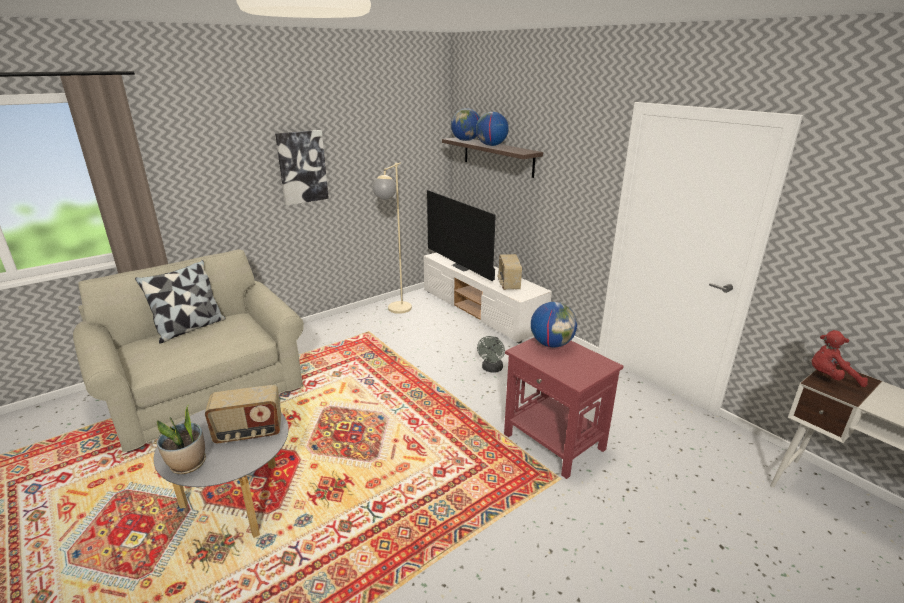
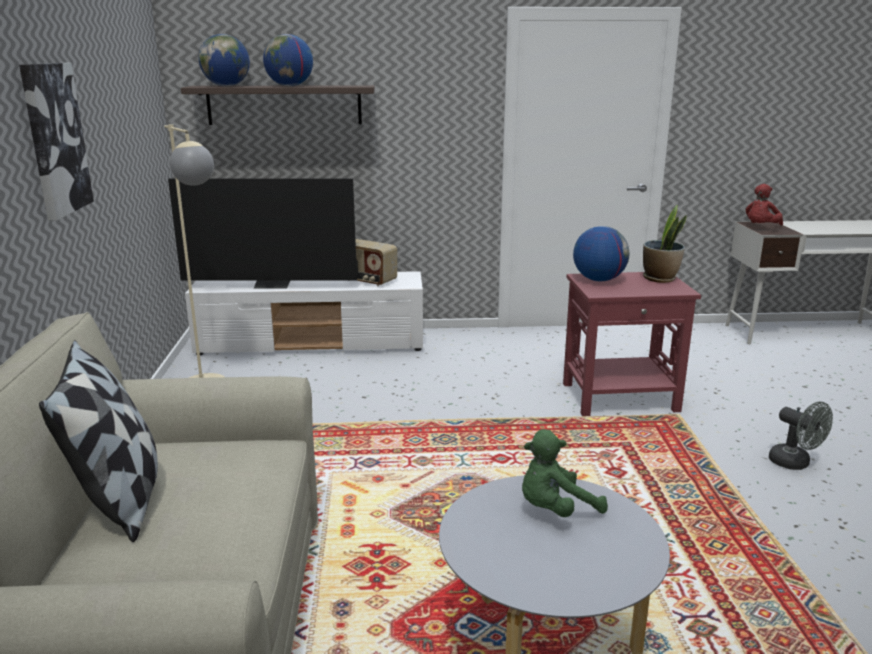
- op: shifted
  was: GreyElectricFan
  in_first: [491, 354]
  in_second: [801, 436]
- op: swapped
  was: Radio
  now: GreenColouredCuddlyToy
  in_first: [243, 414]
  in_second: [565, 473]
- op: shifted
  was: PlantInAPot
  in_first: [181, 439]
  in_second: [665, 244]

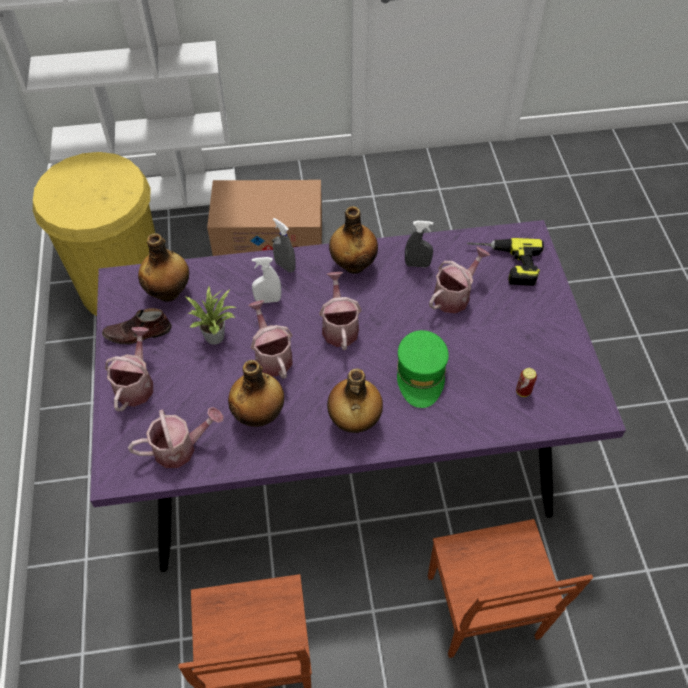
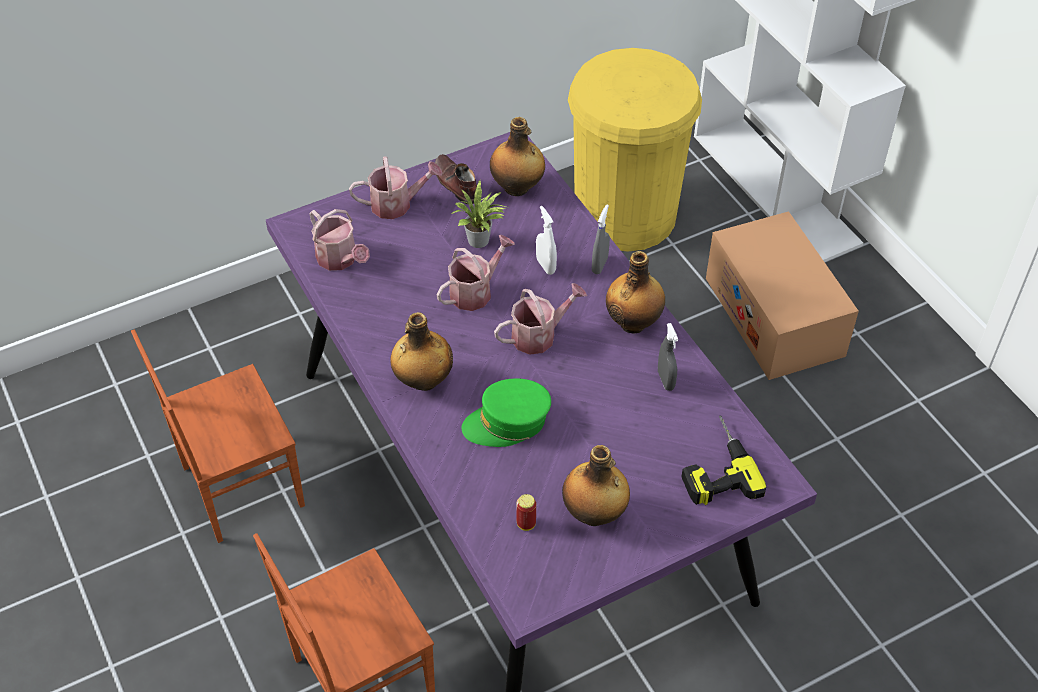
- op: gone
  was: SprinklingCan
  in_first: [459, 280]
- op: shifted
  was: Bottle
  in_first: [256, 393]
  in_second: [596, 485]

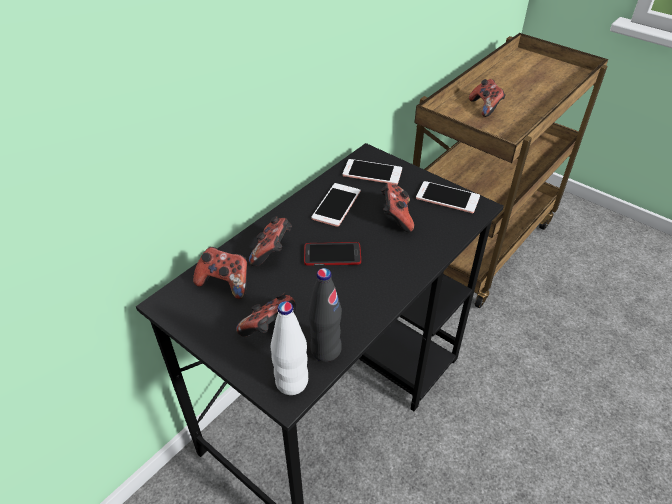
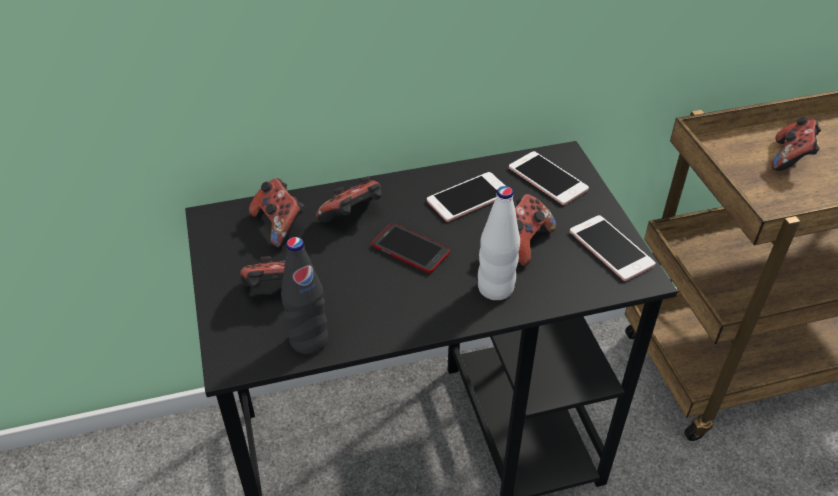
- op: shifted
  was: WhiteBottle
  in_first: [289, 348]
  in_second: [499, 243]

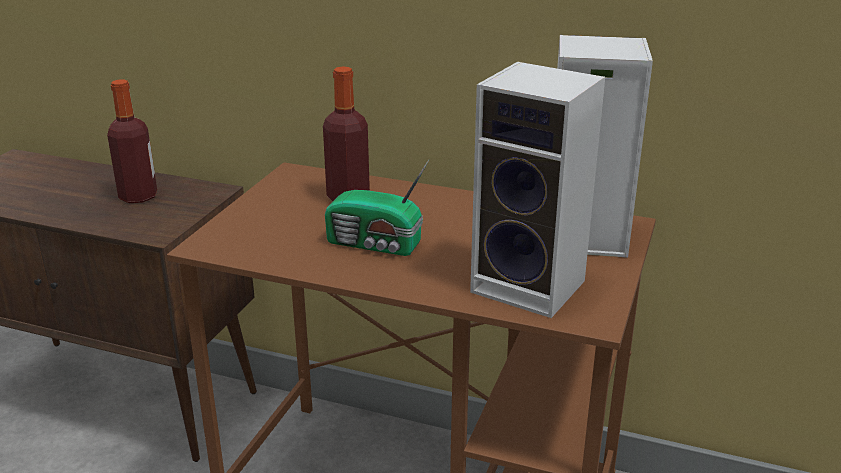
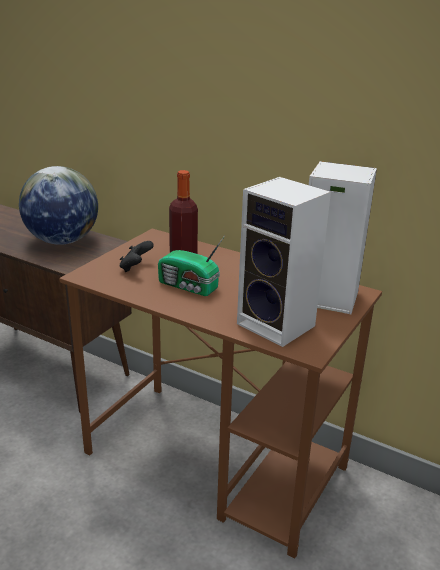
- op: swapped
  was: Bottle
  now: WorldGlobe
  in_first: [132, 141]
  in_second: [58, 205]
- op: new
  now: BlackColouredGameController
  in_second: [137, 256]

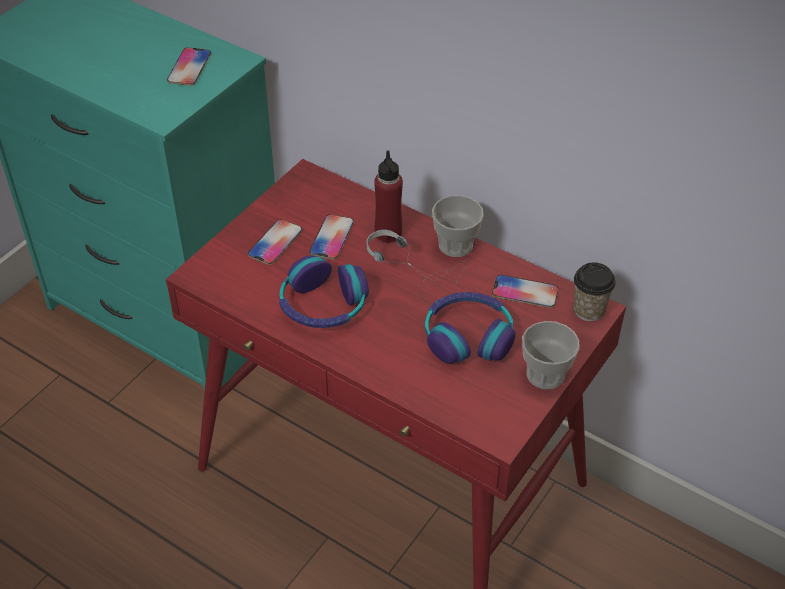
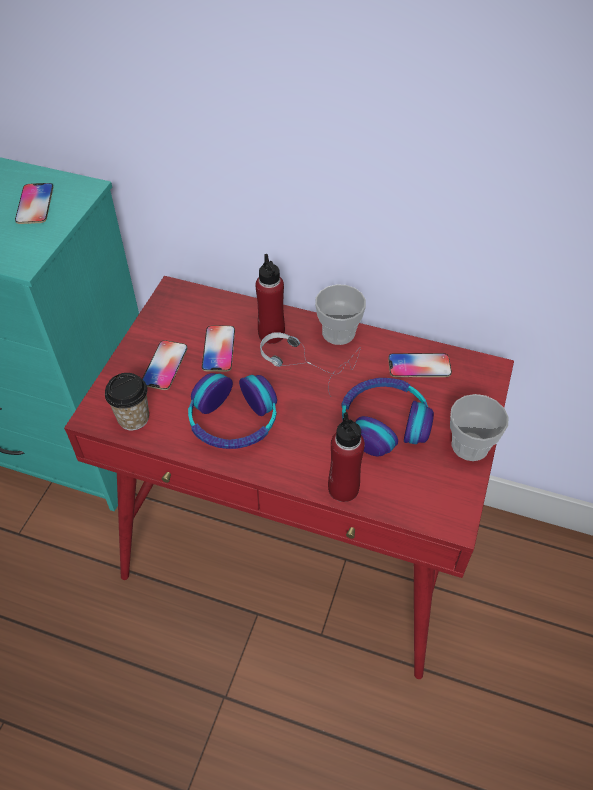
- op: shifted
  was: Cup
  in_first: [594, 291]
  in_second: [127, 401]
- op: new
  now: RedBottle
  in_second: [346, 457]

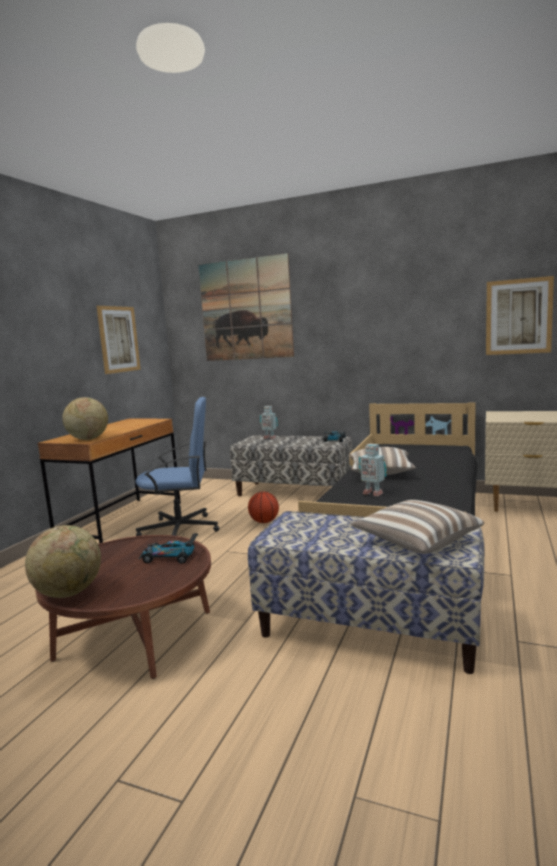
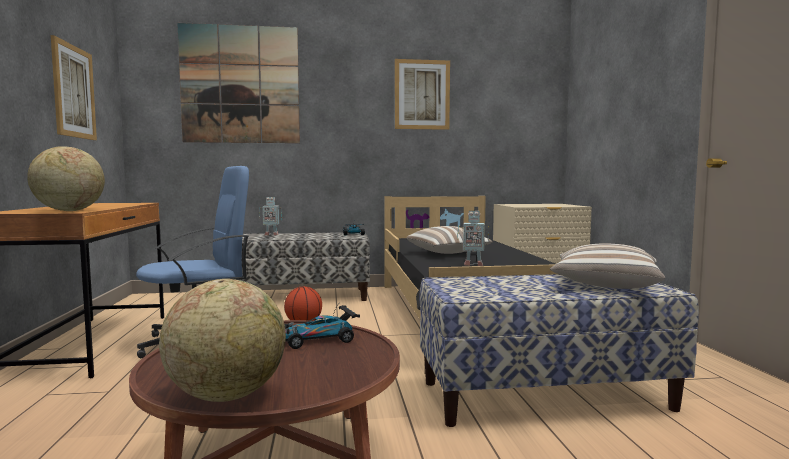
- op: shifted
  was: WallPicture
  in_first: [520, 315]
  in_second: [422, 94]

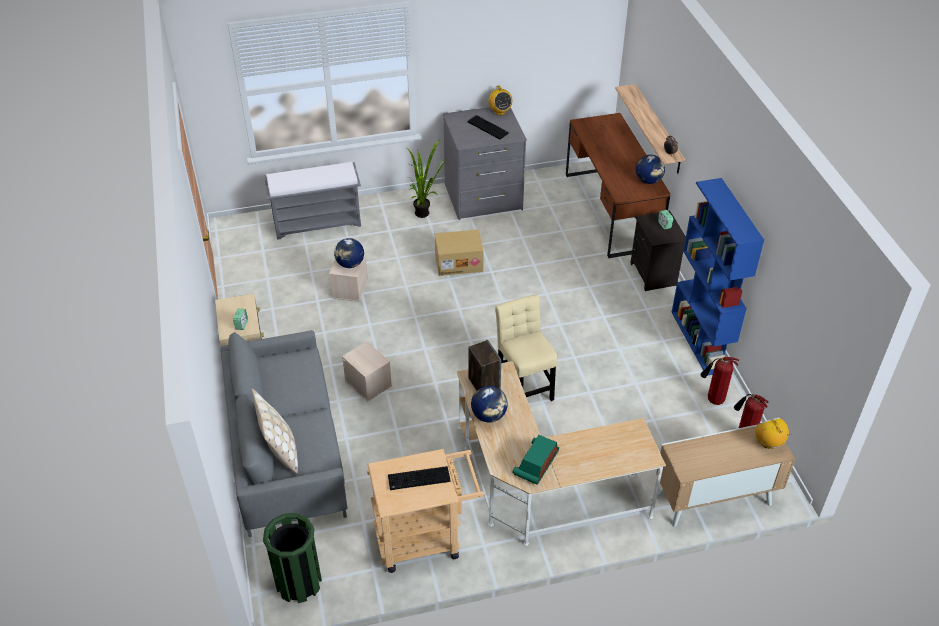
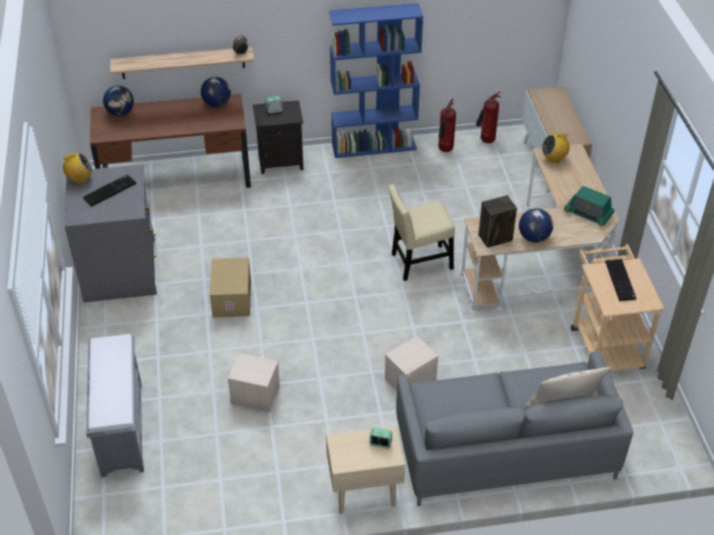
- op: gone
  was: PlantInAPot
  in_first: [426, 178]
- op: shifted
  was: WorldGlobe
  in_first: [349, 253]
  in_second: [118, 101]
- op: shifted
  was: Radio
  in_first: [774, 433]
  in_second: [556, 148]
- op: gone
  was: GreenColouredWasteBin
  in_first: [292, 558]

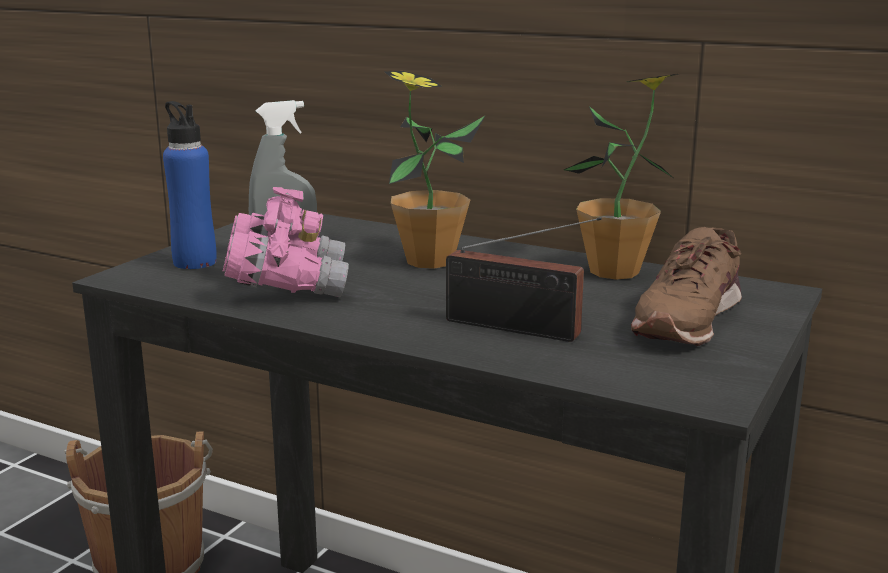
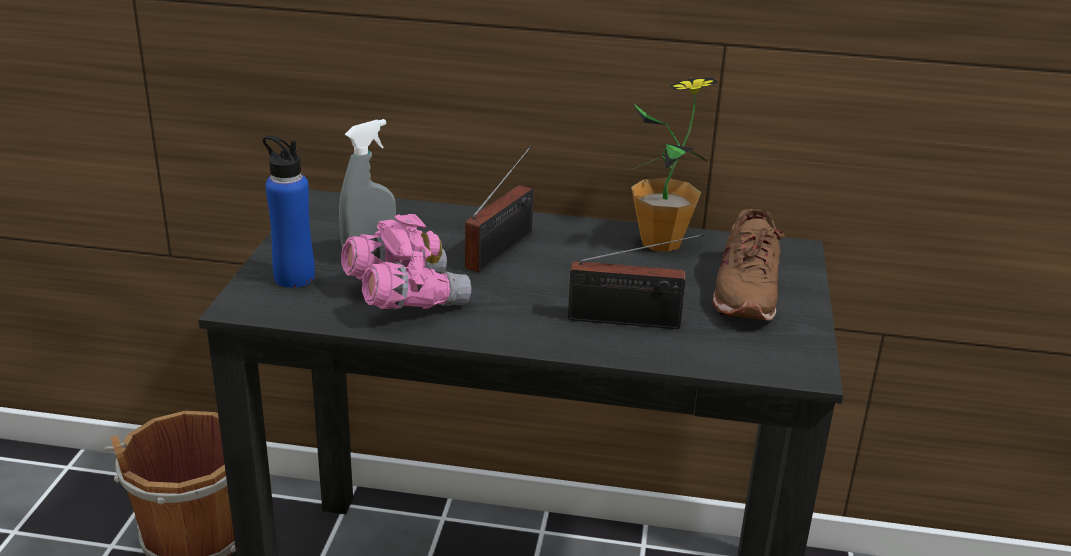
- op: swapped
  was: PlantInAPot
  now: Radio
  in_first: [435, 170]
  in_second: [499, 209]

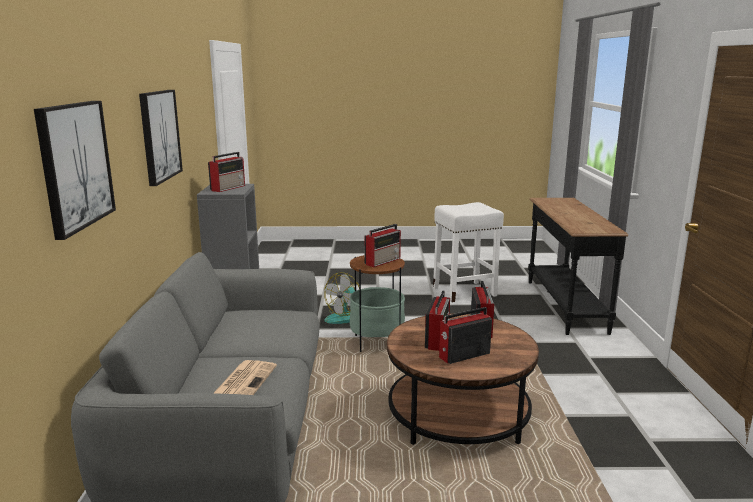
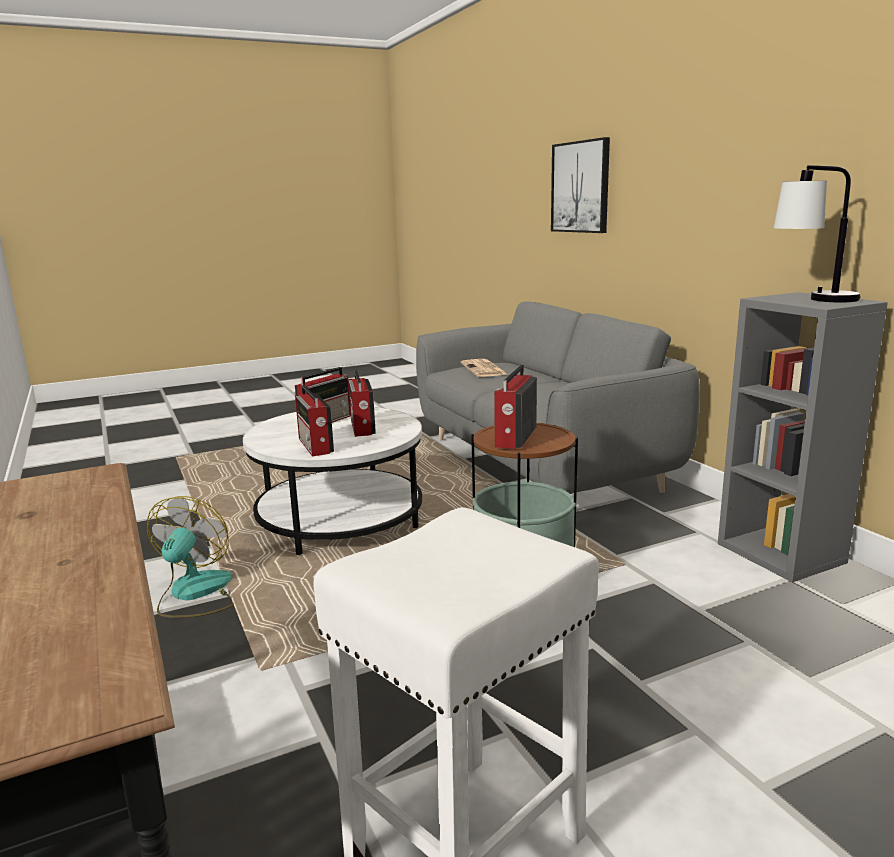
- op: gone
  was: WallPicture
  in_first: [161, 138]
- op: swapped
  was: Radio
  now: LampForATable
  in_first: [226, 172]
  in_second: [817, 233]
- op: shifted
  was: ElectricFan
  in_first: [341, 298]
  in_second: [190, 557]
- op: repainted
  was: BrownishLowTable
  now: WhiteLowTable
  in_first: [463, 379]
  in_second: [332, 481]

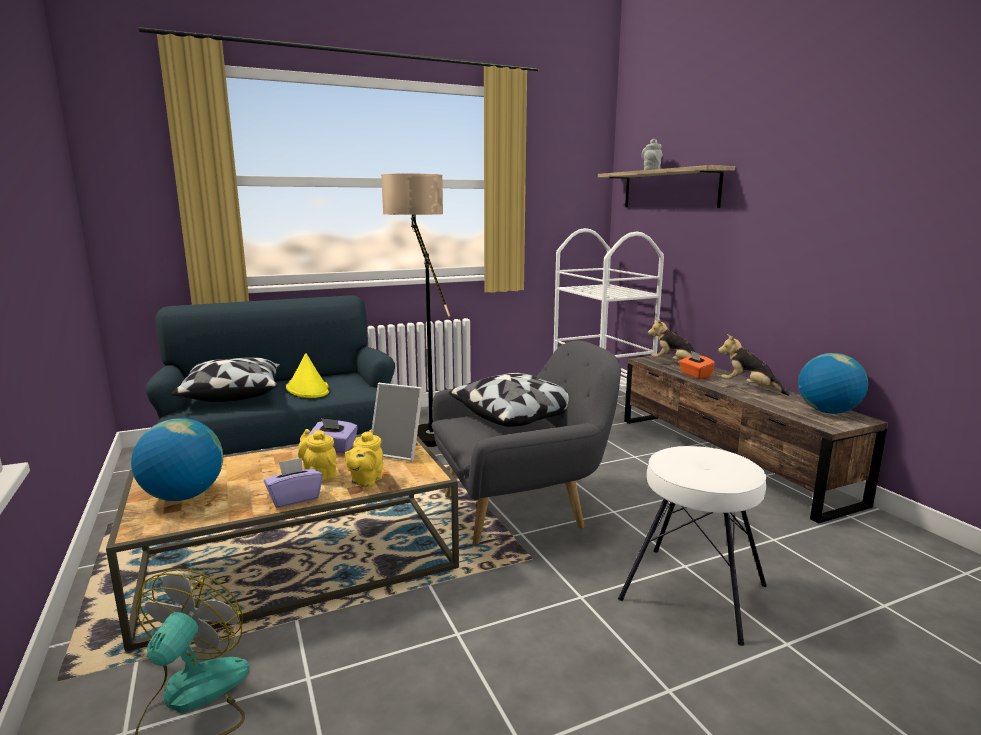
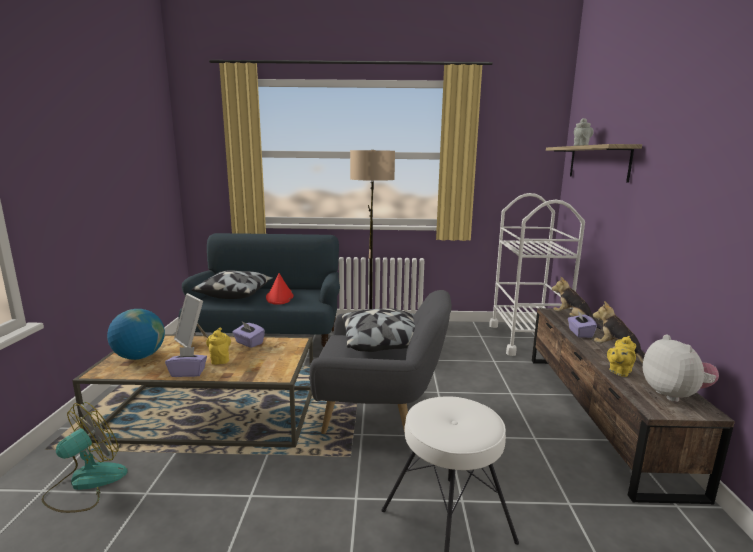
- op: repainted
  was: OrangeyTissueBox
  now: PurplishTissueBox
  in_first: [697, 365]
  in_second: [582, 324]
- op: repainted
  was: YellowClothingHat
  now: RedClothingHat
  in_first: [307, 375]
  in_second: [280, 289]
- op: swapped
  was: WorldGlobe
  now: CuddlyToy
  in_first: [833, 383]
  in_second: [681, 368]
- op: shifted
  was: PhotoFrame
  in_first: [397, 422]
  in_second: [191, 320]
- op: shifted
  was: YellowPotForTea
  in_first: [364, 458]
  in_second: [621, 356]

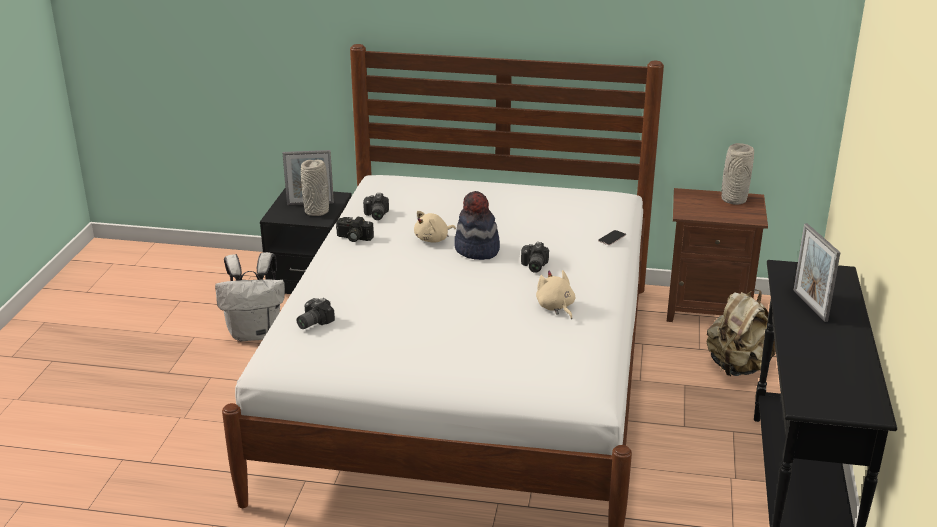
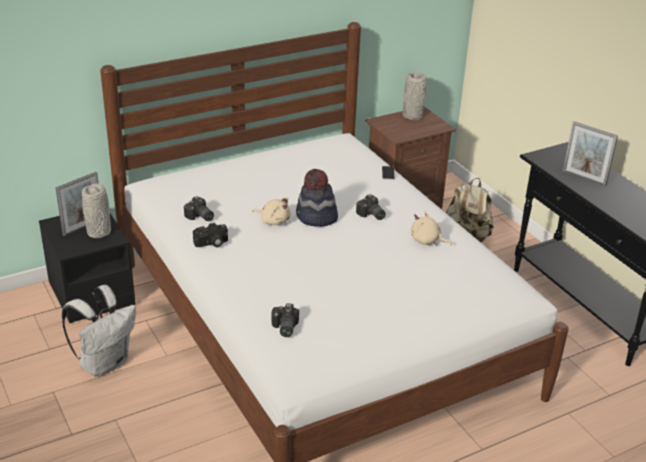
- op: rotated
  was: BeigeColouredCuddlyToy
  in_first: [435, 226]
  in_second: [271, 211]
  clockwise: -75

